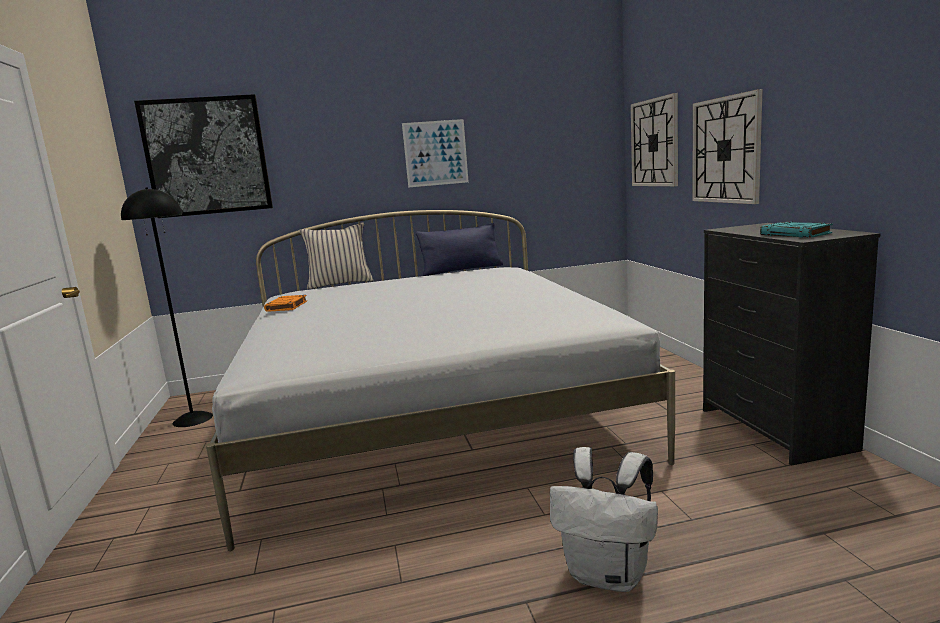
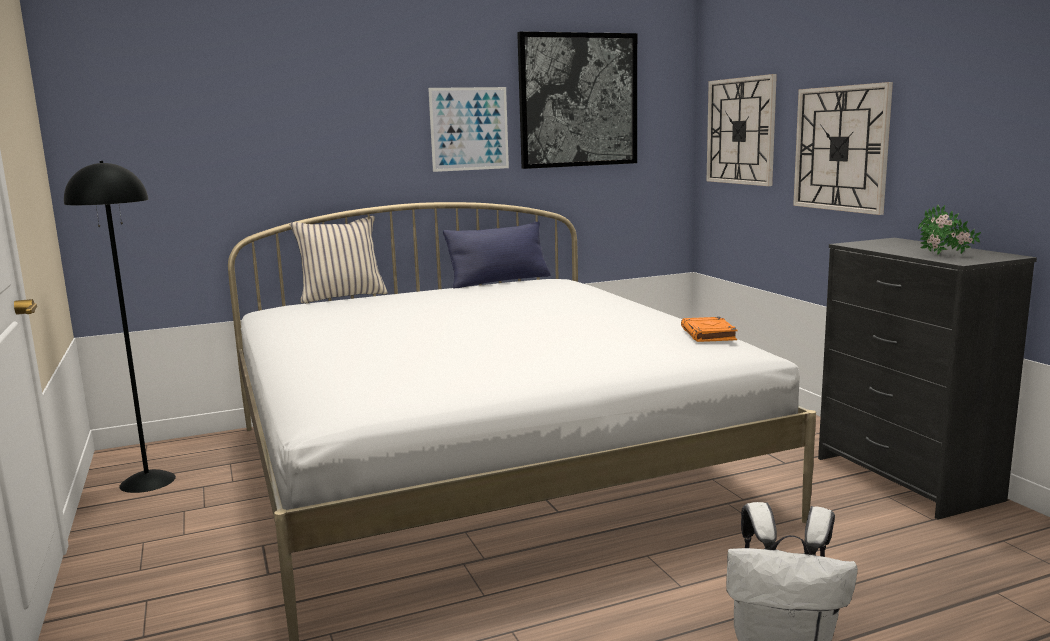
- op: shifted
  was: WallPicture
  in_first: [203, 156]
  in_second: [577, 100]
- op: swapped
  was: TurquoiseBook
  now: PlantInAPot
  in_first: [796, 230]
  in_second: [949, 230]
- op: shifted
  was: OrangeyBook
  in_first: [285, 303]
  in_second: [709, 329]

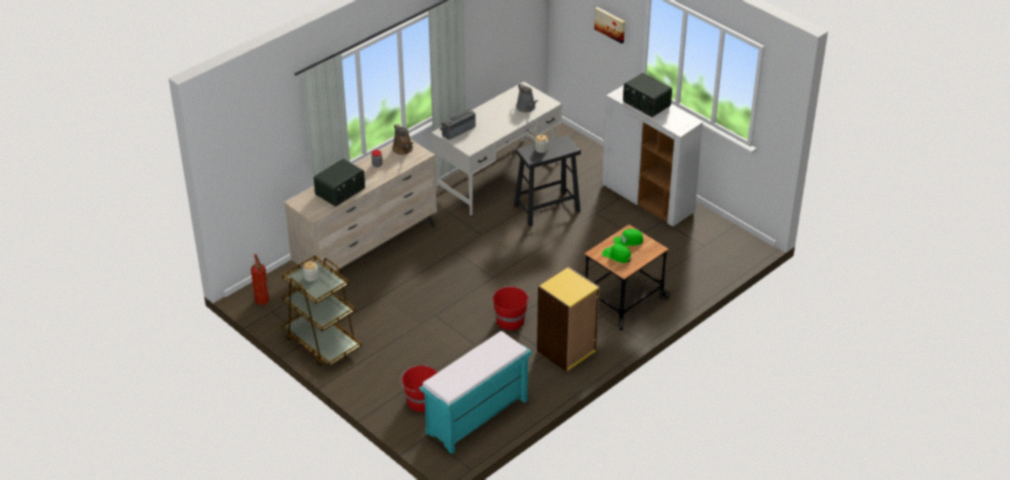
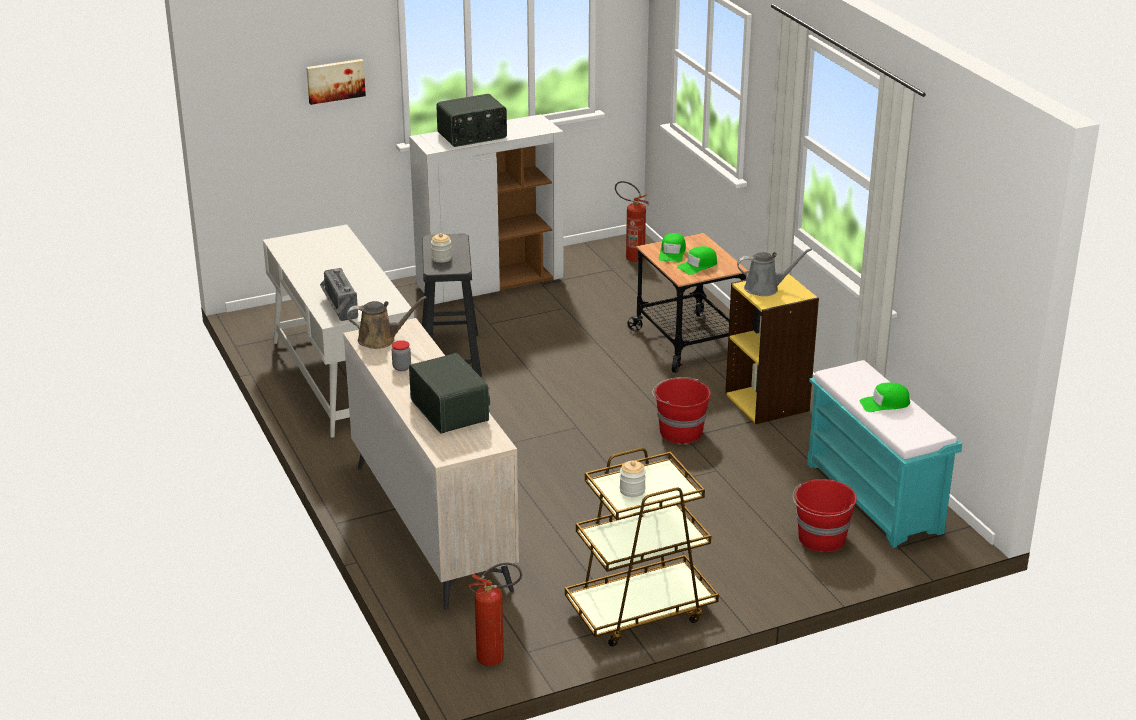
- op: shifted
  was: GreySprinklingCan
  in_first: [527, 97]
  in_second: [774, 272]
- op: new
  now: Extinguisher
  in_second: [632, 221]
- op: new
  now: GreenColouredCap
  in_second: [885, 397]

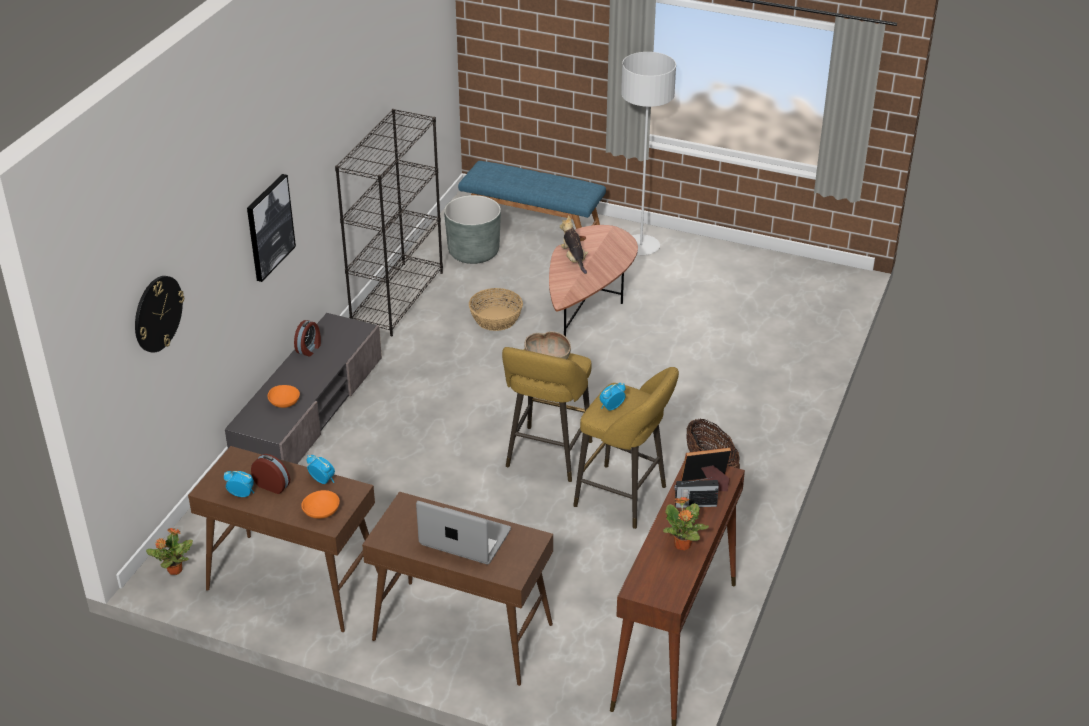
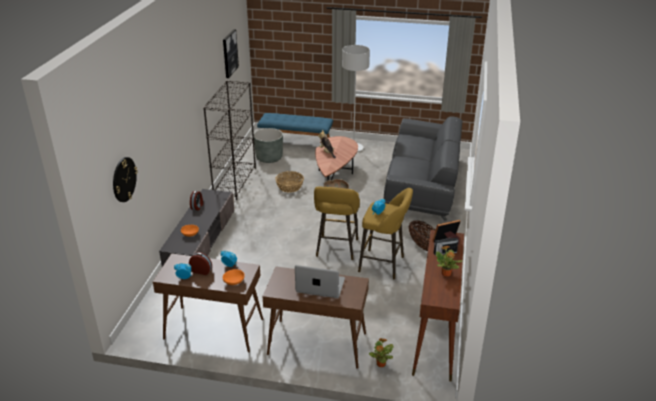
- op: shifted
  was: WallPicture
  in_first: [271, 228]
  in_second: [231, 53]
- op: shifted
  was: PlantInAPot
  in_first: [169, 551]
  in_second: [381, 352]
- op: new
  now: GreySofa
  in_second: [422, 168]

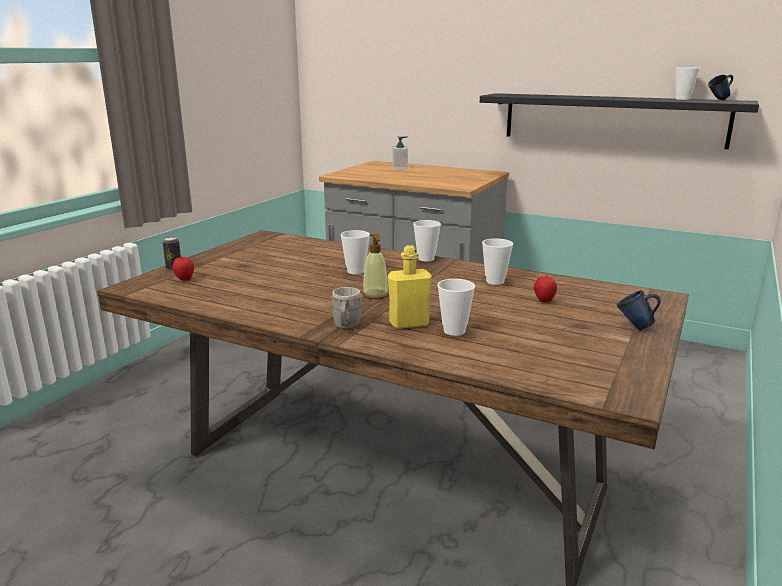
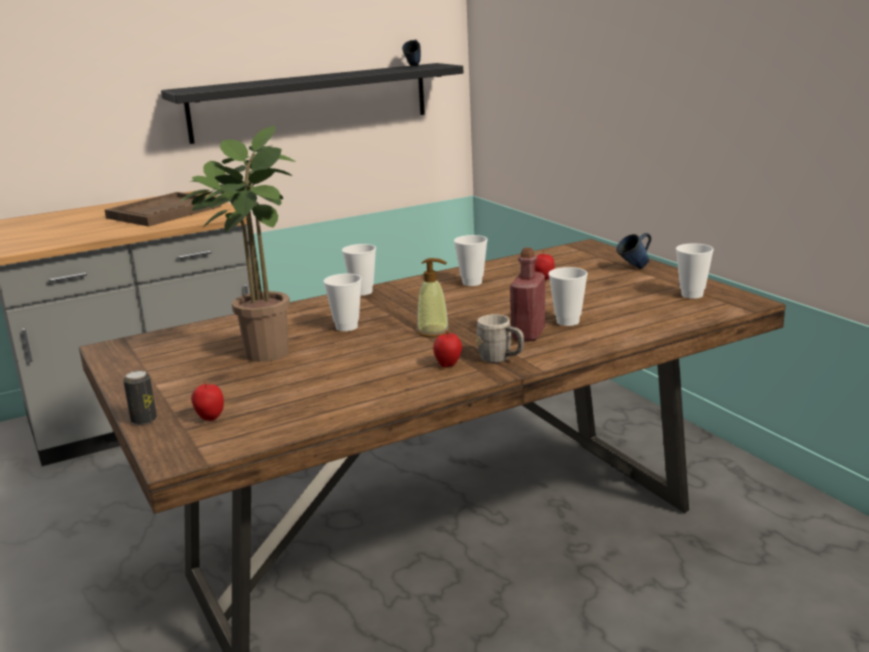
- op: shifted
  was: Cup
  in_first: [688, 83]
  in_second: [695, 271]
- op: gone
  was: SoapDispenser
  in_first: [400, 153]
- op: repainted
  was: YellowBottle
  now: RedBottle
  in_first: [410, 287]
  in_second: [527, 294]
- op: new
  now: PlantInAPot
  in_second: [238, 244]
- op: new
  now: BrownishServingTray
  in_second: [163, 209]
- op: new
  now: Apple
  in_second: [447, 348]

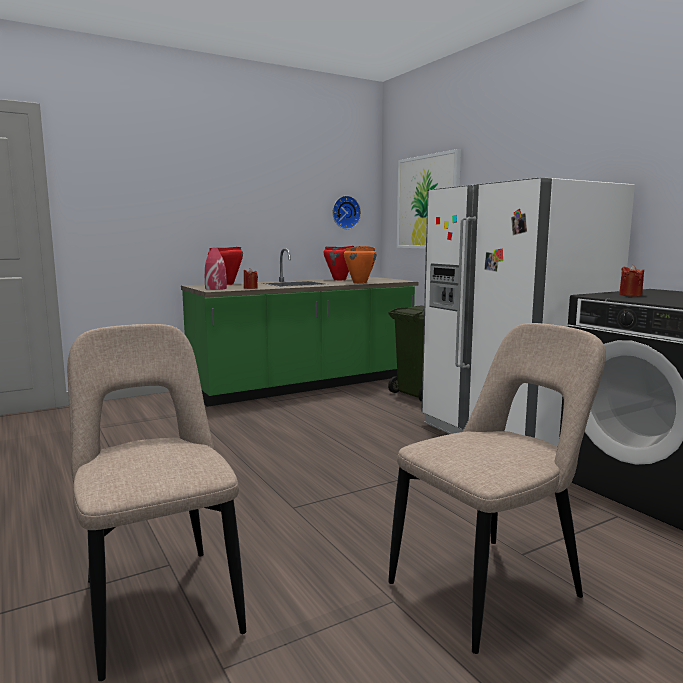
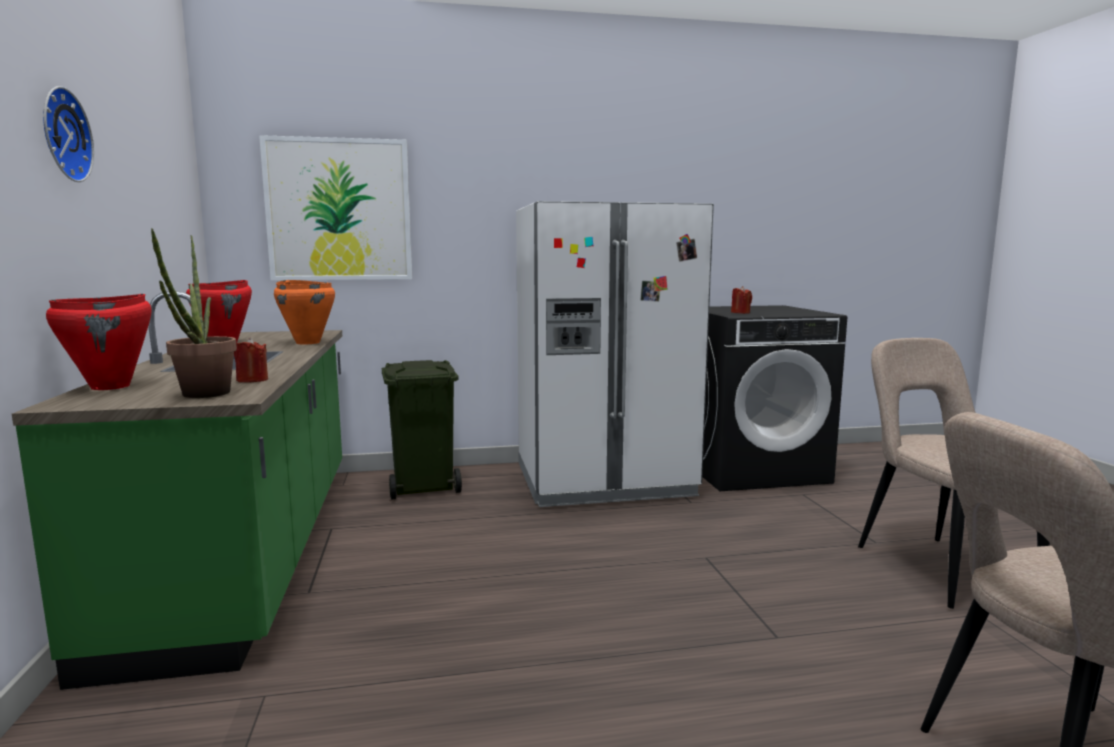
- op: shifted
  was: WallClock
  in_first: [347, 212]
  in_second: [68, 134]
- op: swapped
  was: RedFlowerVase
  now: PlantInAPot
  in_first: [216, 268]
  in_second: [194, 313]

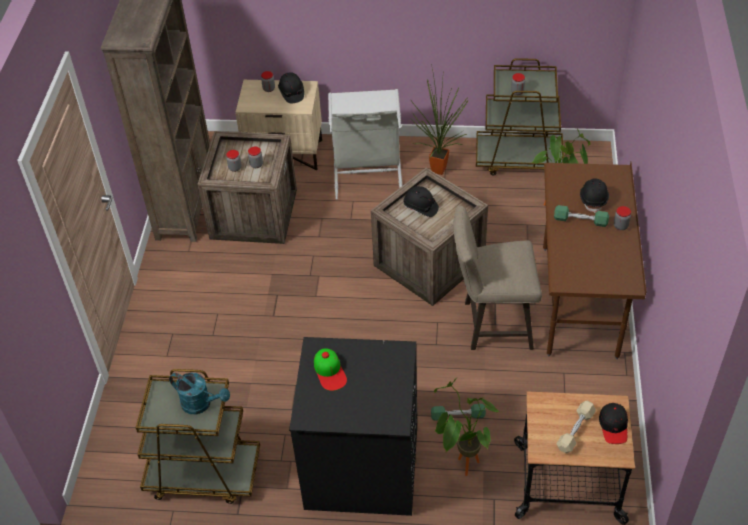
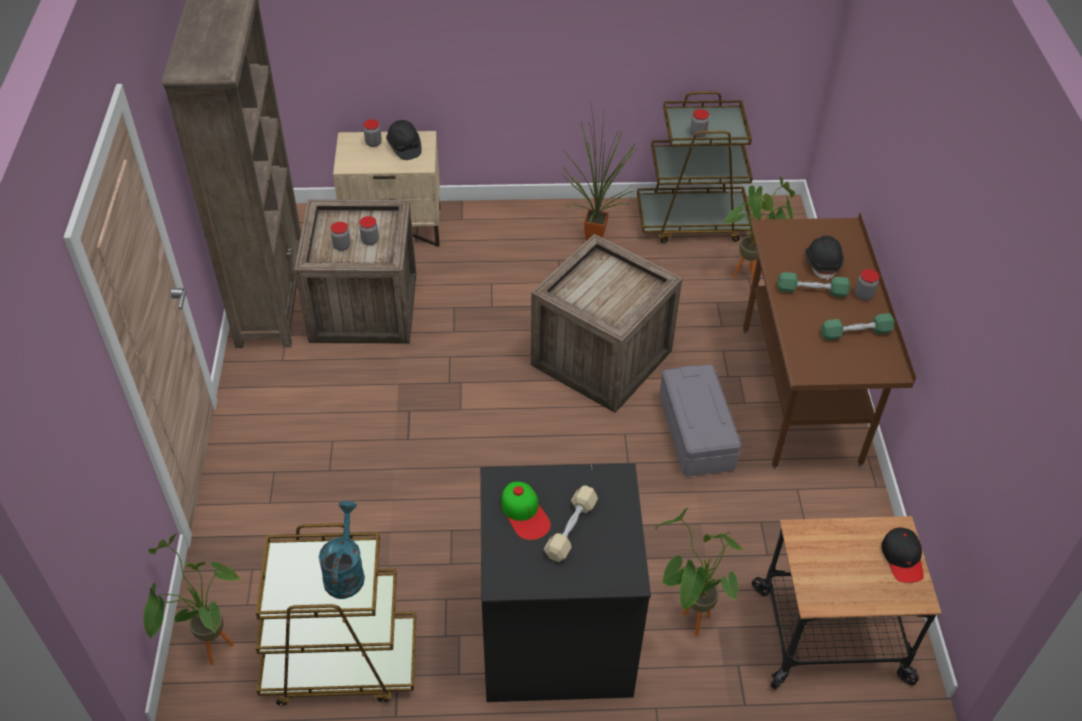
- op: gone
  was: GreyWashingBasket
  in_first: [365, 144]
- op: gone
  was: BlackColouredSafetyHelmet
  in_first: [421, 201]
- op: swapped
  was: BeigeColouredSittingStool
  now: GreyStorageBin
  in_first: [497, 277]
  in_second: [700, 421]
- op: rotated
  was: TurquoiseSprinklingCan
  in_first: [199, 393]
  in_second: [342, 550]
  clockwise: -105
- op: shifted
  was: BeigeColouredHandWeight
  in_first: [576, 427]
  in_second: [571, 523]
- op: shifted
  was: GreenColouredHandWeight
  in_first: [458, 412]
  in_second: [857, 326]
- op: new
  now: PlantInAPot
  in_second: [192, 599]

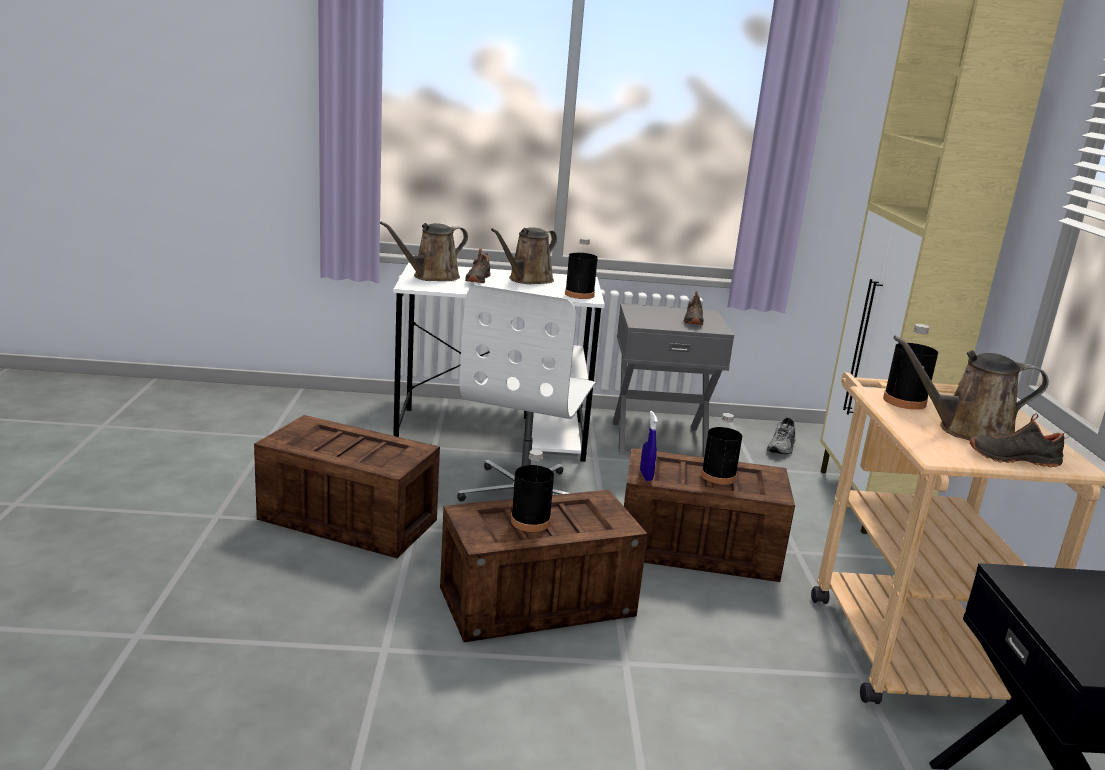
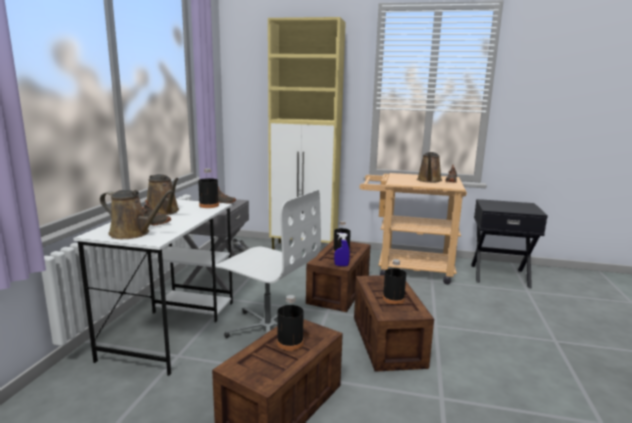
- op: rotated
  was: BrownishSprinklingCan
  in_first: [424, 251]
  in_second: [136, 214]
  clockwise: -45
- op: shifted
  was: BlackColouredBottle
  in_first: [910, 367]
  in_second: [290, 323]

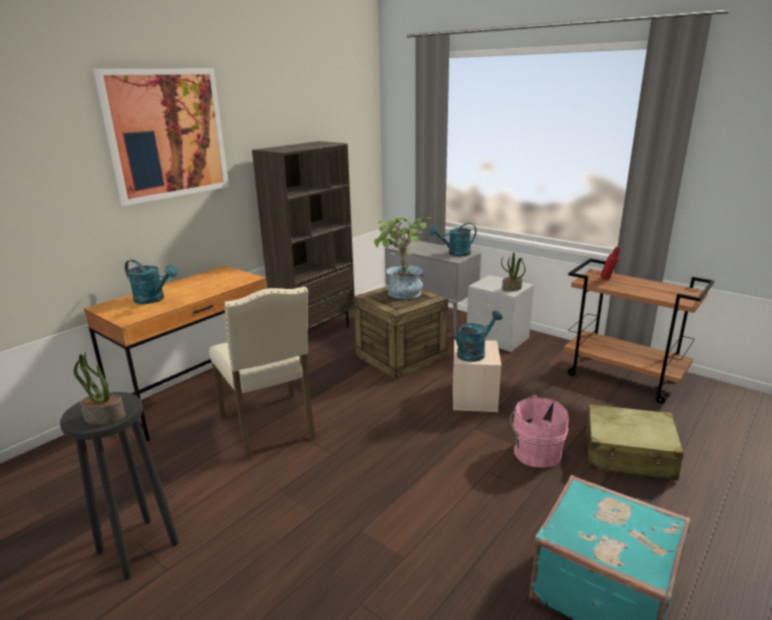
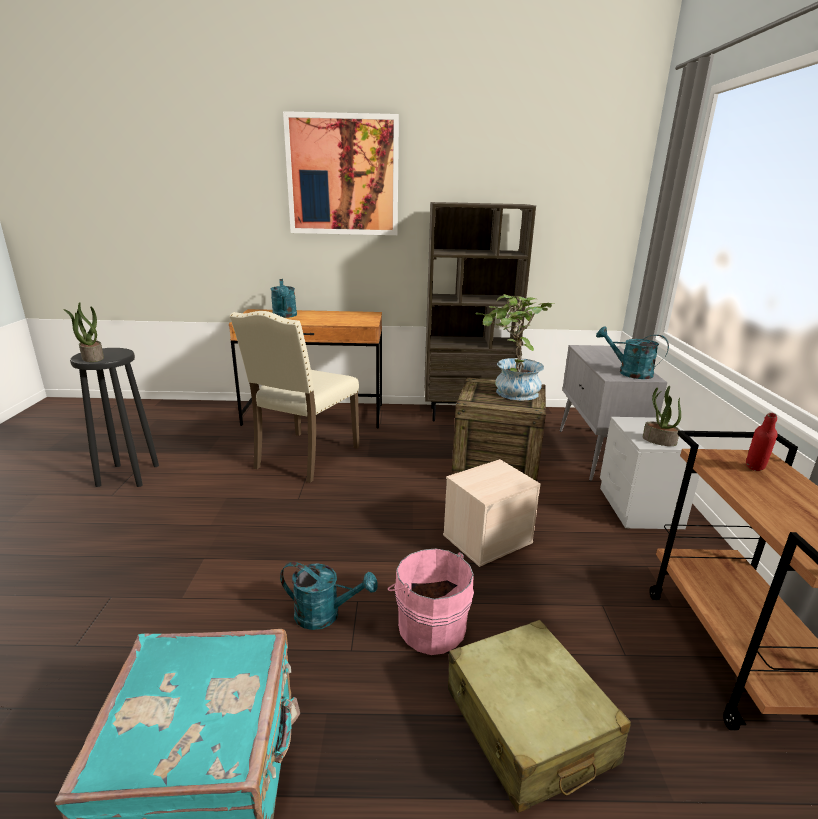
- op: shifted
  was: TurquoiseSprinklingCan
  in_first: [479, 336]
  in_second: [329, 596]

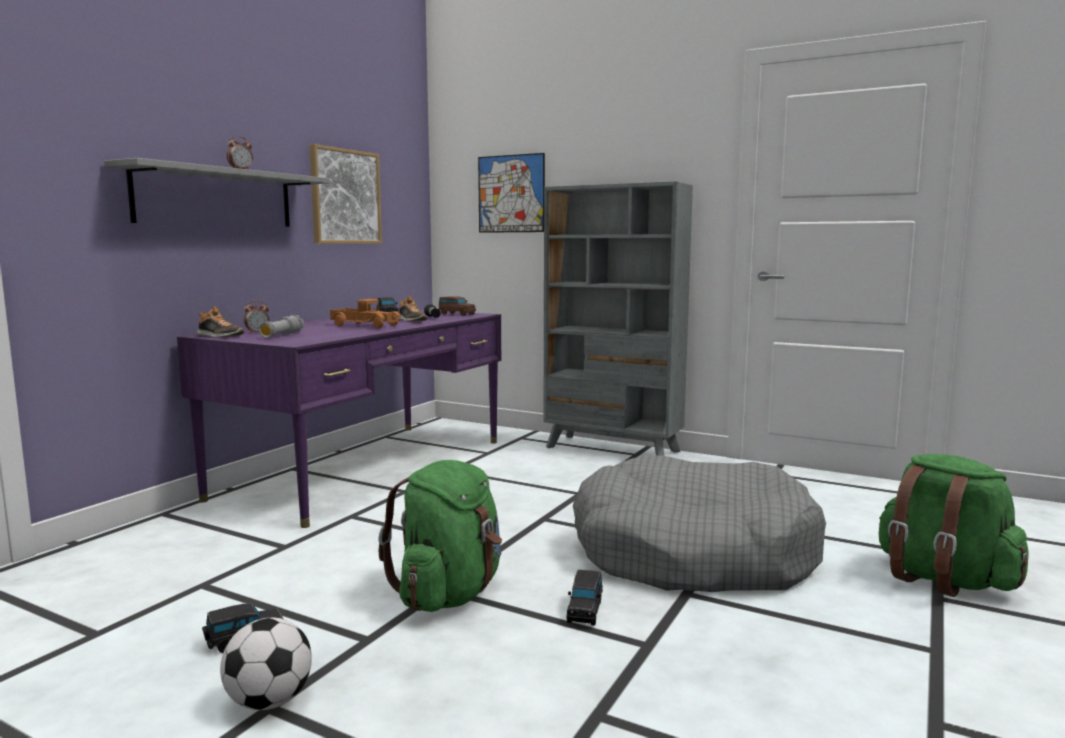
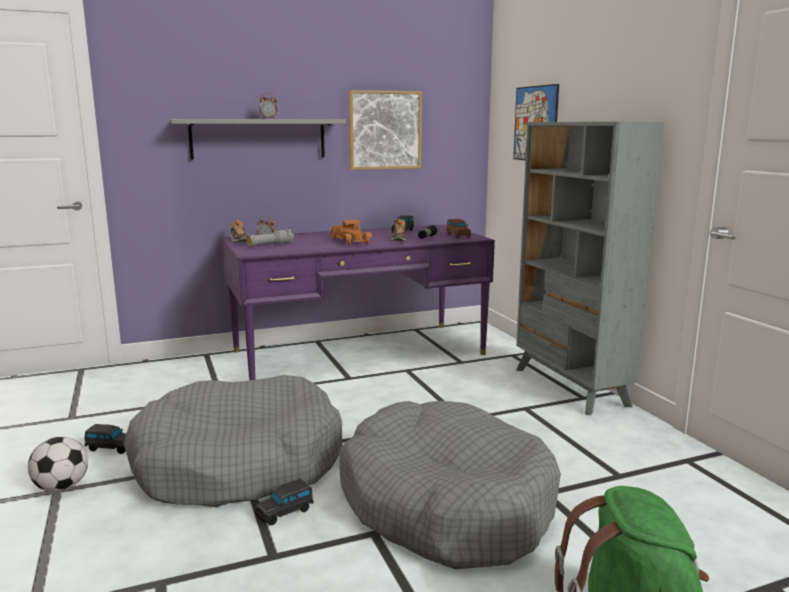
- op: swapped
  was: GreenColouredBackpack
  now: GreyDogCushion
  in_first: [440, 536]
  in_second: [232, 441]

